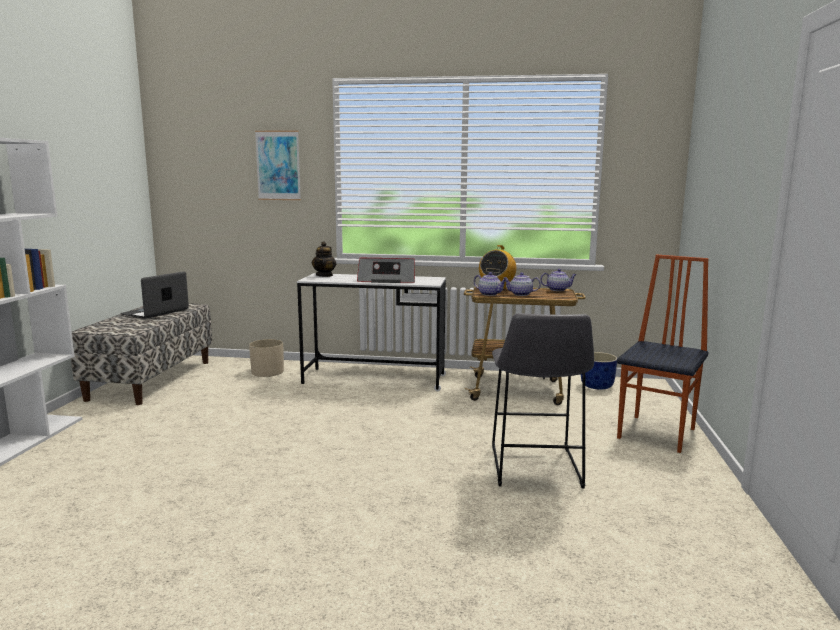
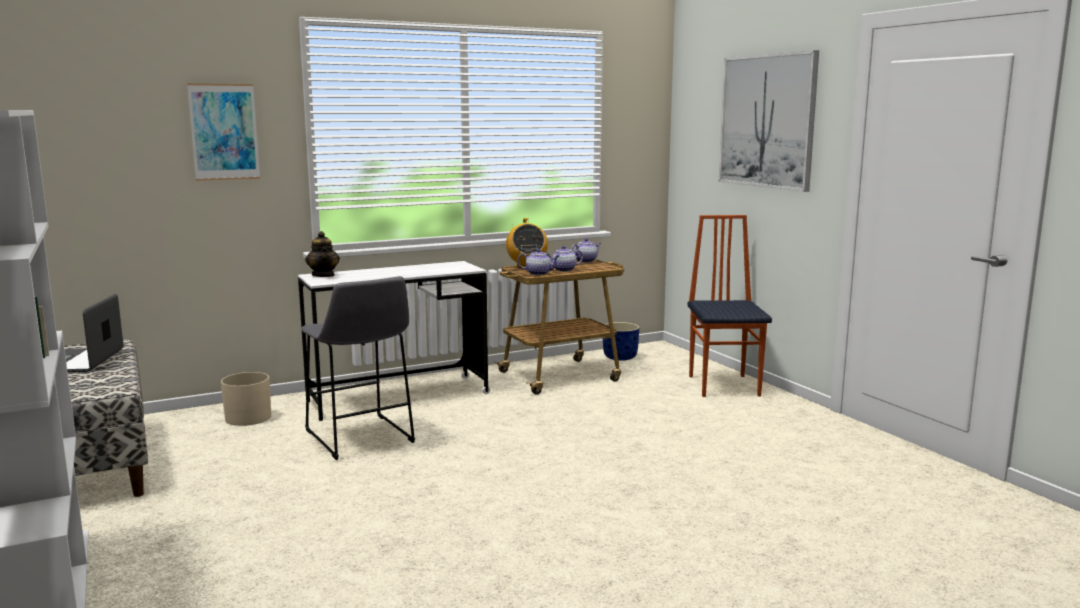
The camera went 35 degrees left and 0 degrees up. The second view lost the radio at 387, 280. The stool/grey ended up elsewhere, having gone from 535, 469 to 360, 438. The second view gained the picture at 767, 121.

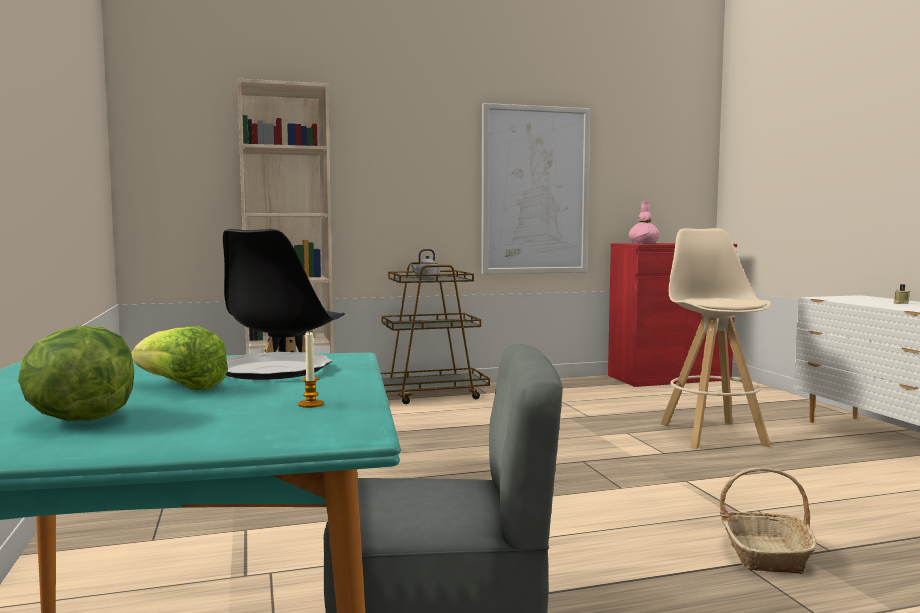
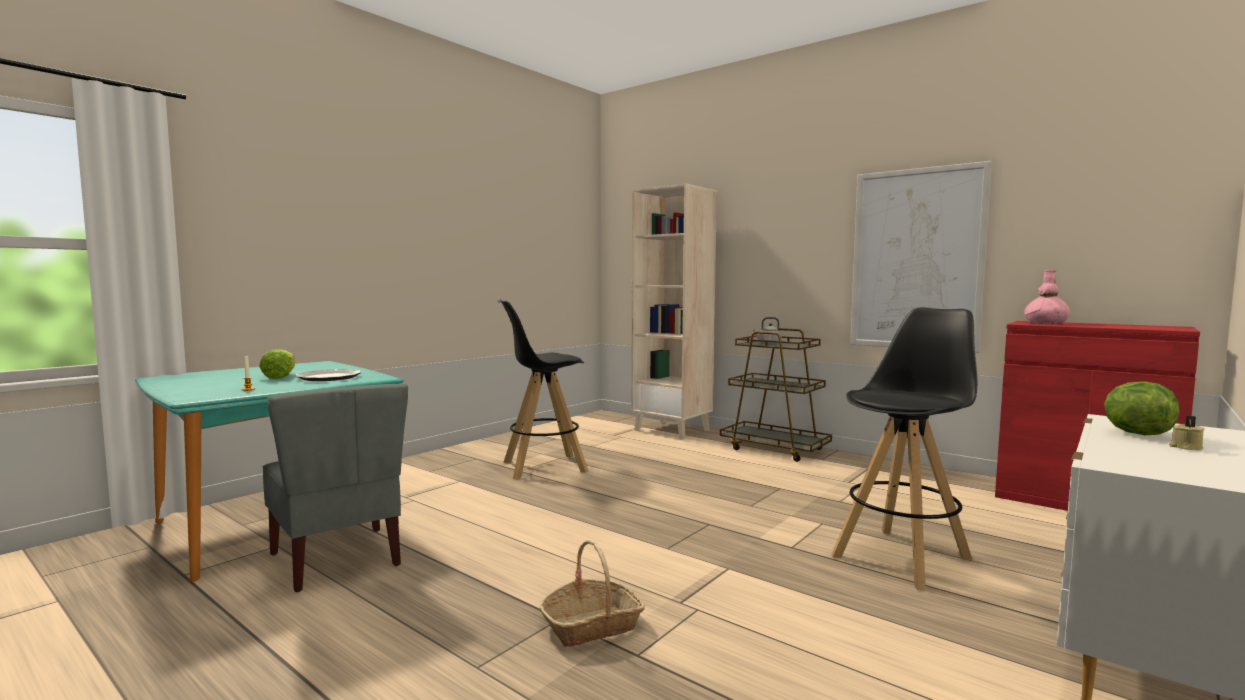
The camera went 55 degrees right and 0 degrees up. What was the stool/beige at 712, 434 turned into the stool/black at 902, 556. The lettuce ended up elsewhere, having gone from 81, 419 to 1136, 433.

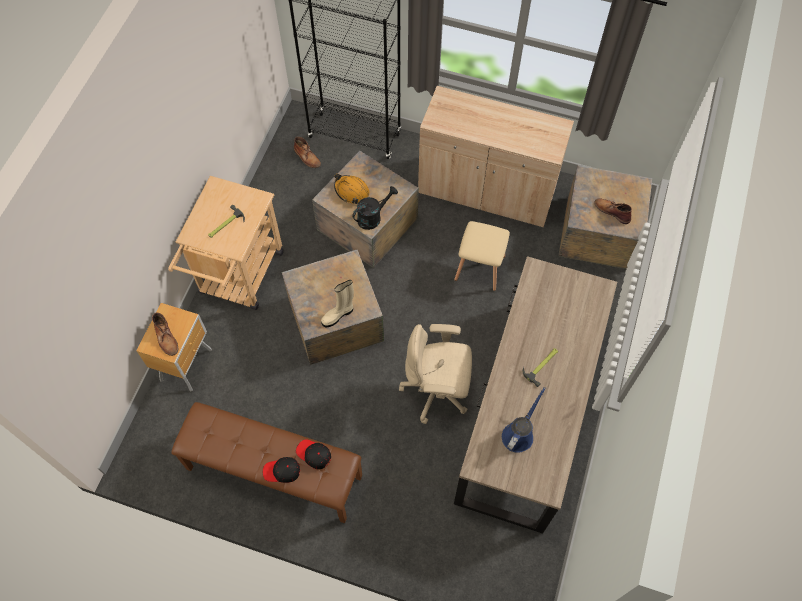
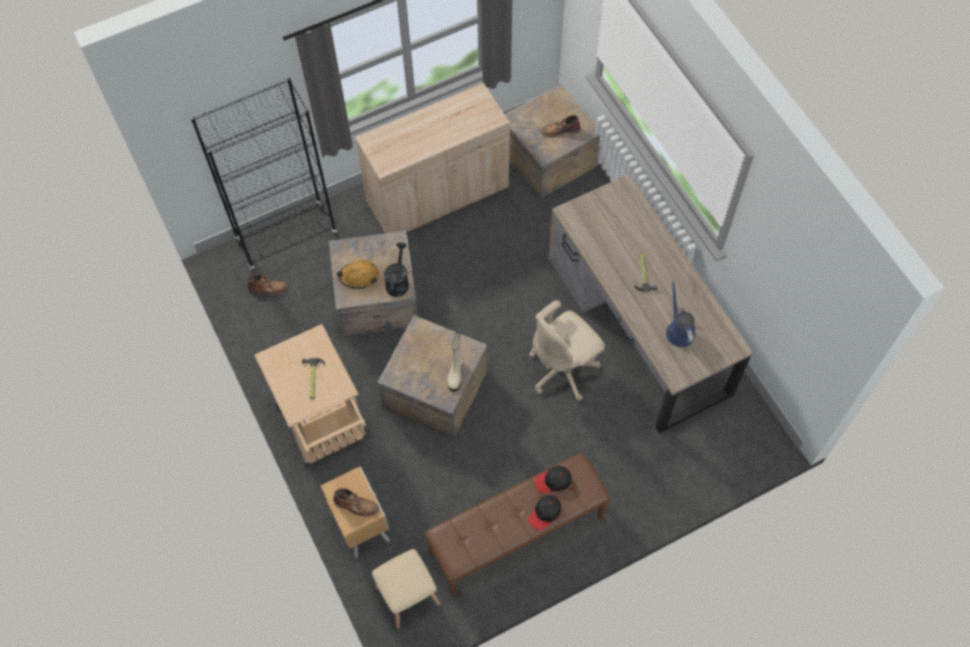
The camera went 45 degrees left and 0 degrees up. The stool/beige ended up elsewhere, having gone from 480, 268 to 408, 594.

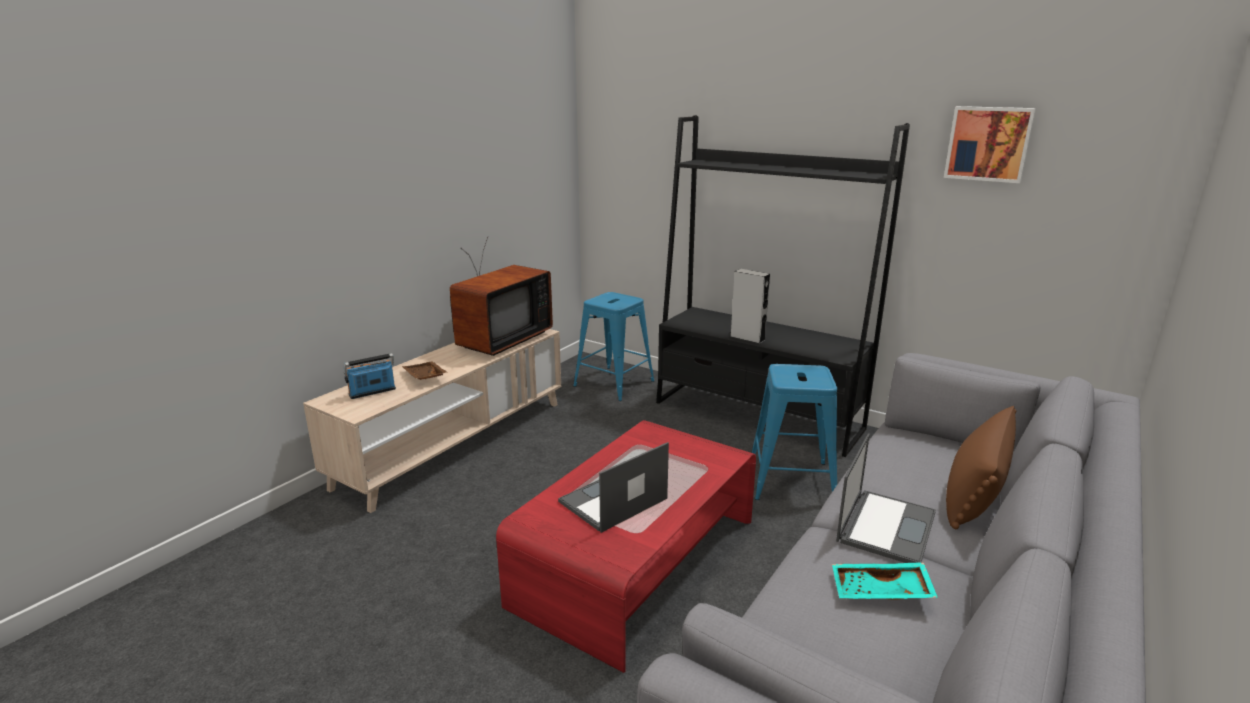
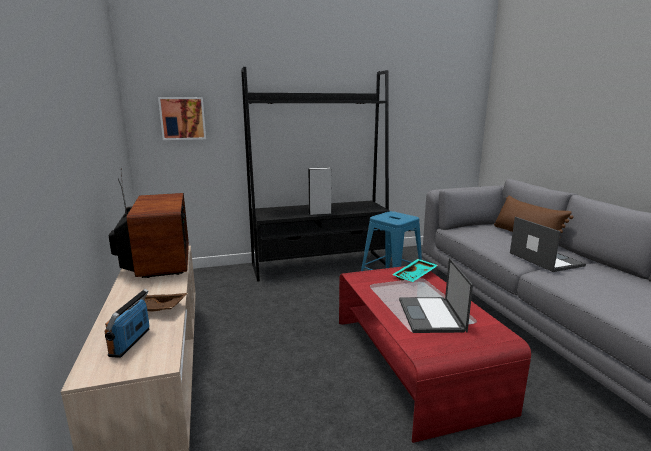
The camera went 50 degrees left and 5 degrees down. The picture ended up elsewhere, having gone from 988, 144 to 183, 118. The second view lost the stool/blue at 614, 384. The tray/turquoise ended up elsewhere, having gone from 881, 592 to 415, 276.

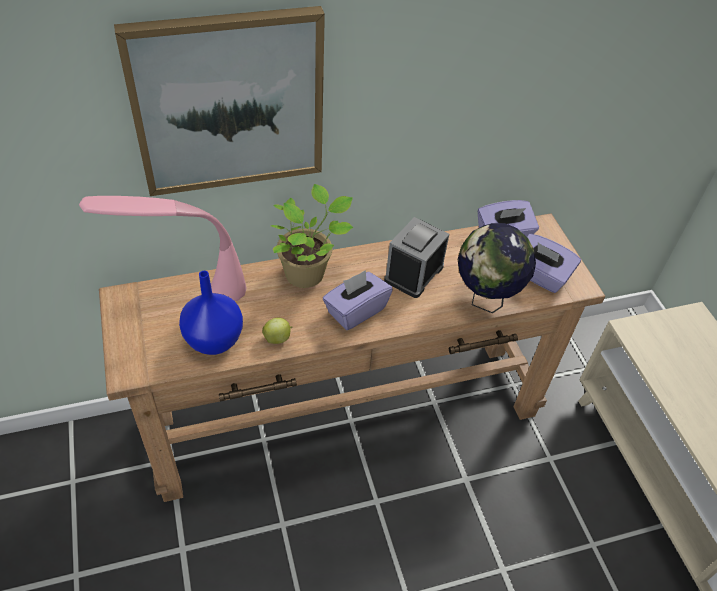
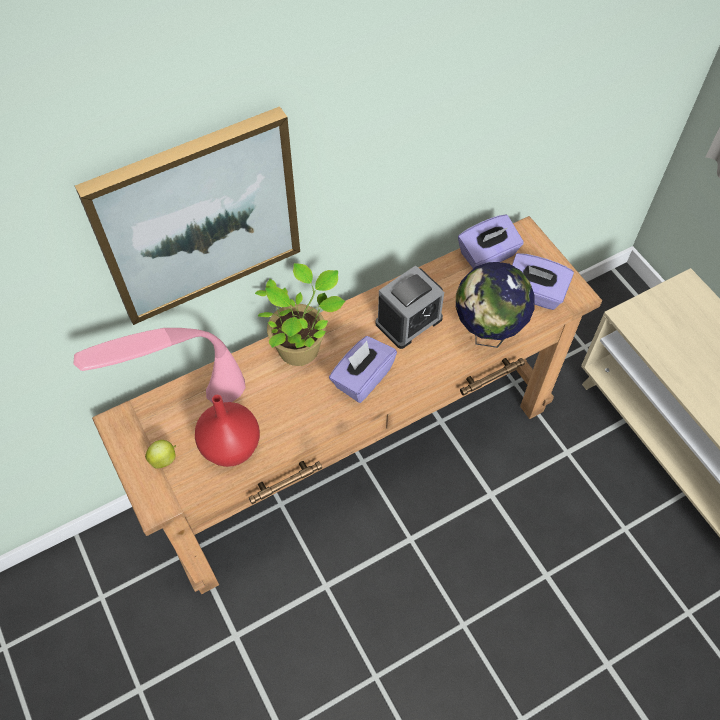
The camera went 10 degrees left and 10 degrees up. The alarm clock at 414, 273 ended up facing another way, 150 degrees counterclockwise from before. What was the vase/blue at 213, 341 turned into the vase/red at 231, 448. The apple ended up elsewhere, having gone from 278, 338 to 164, 459.

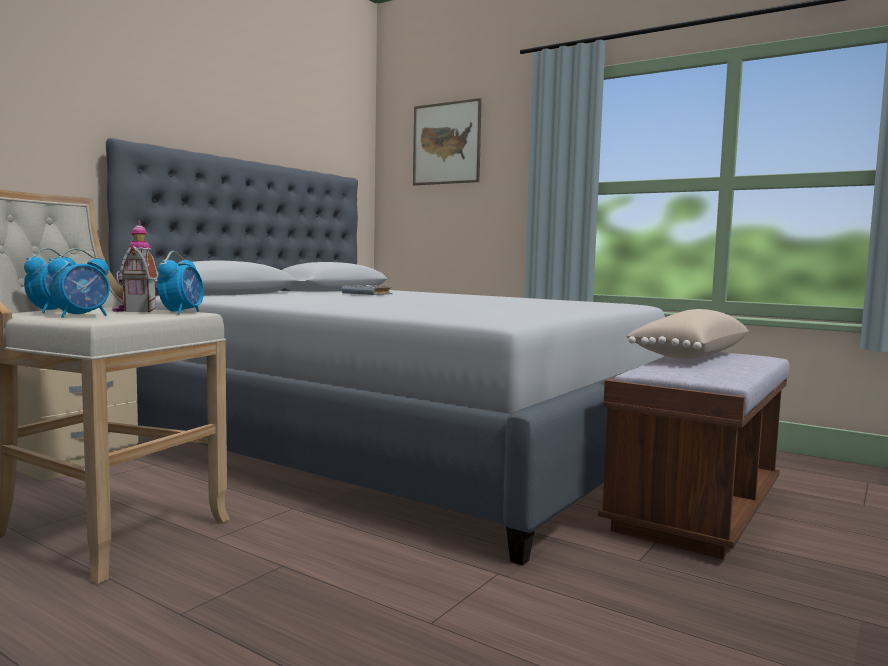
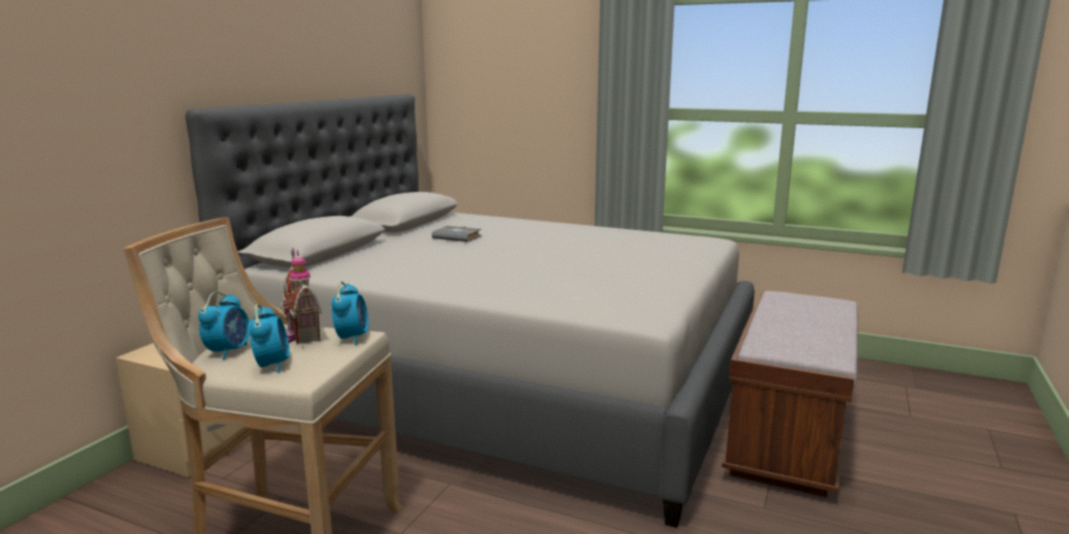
The camera went 10 degrees left and 10 degrees up. The second view lost the picture at 446, 143. The alarm clock at 82, 316 ended up facing another way, 45 degrees counterclockwise from before. The second view lost the pillow/beige at 687, 356.

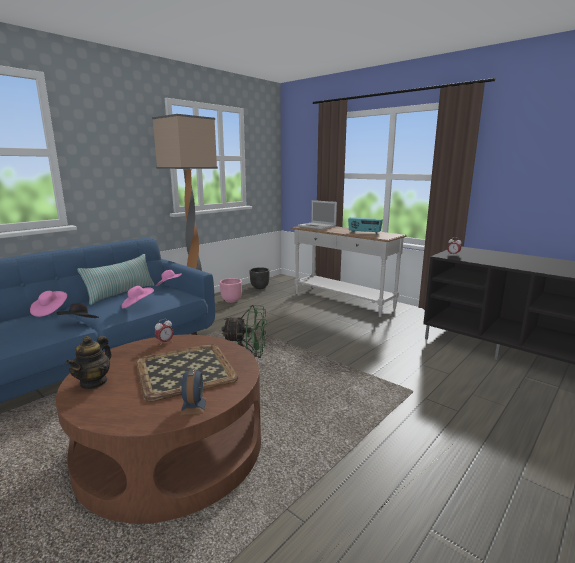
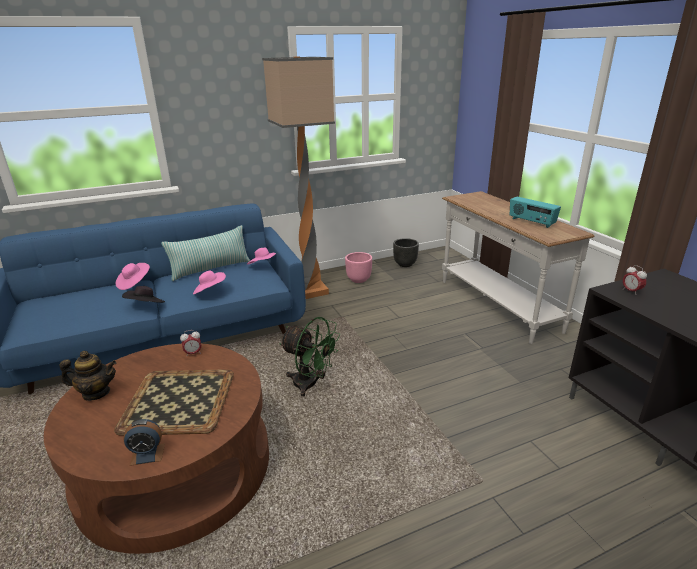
The camera went 25 degrees right and 10 degrees up. The second view lost the laptop at 317, 226. The teapot at 94, 382 ended up facing another way, 135 degrees counterclockwise from before. The alarm clock at 194, 406 ended up facing another way, 60 degrees clockwise from before.

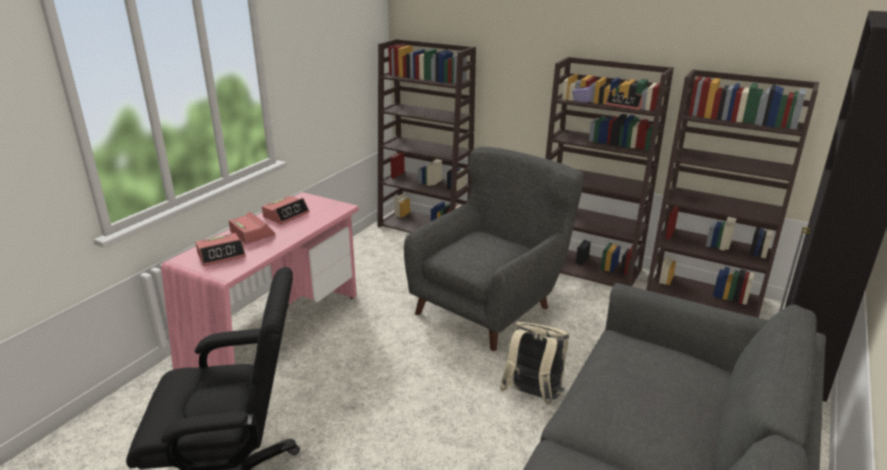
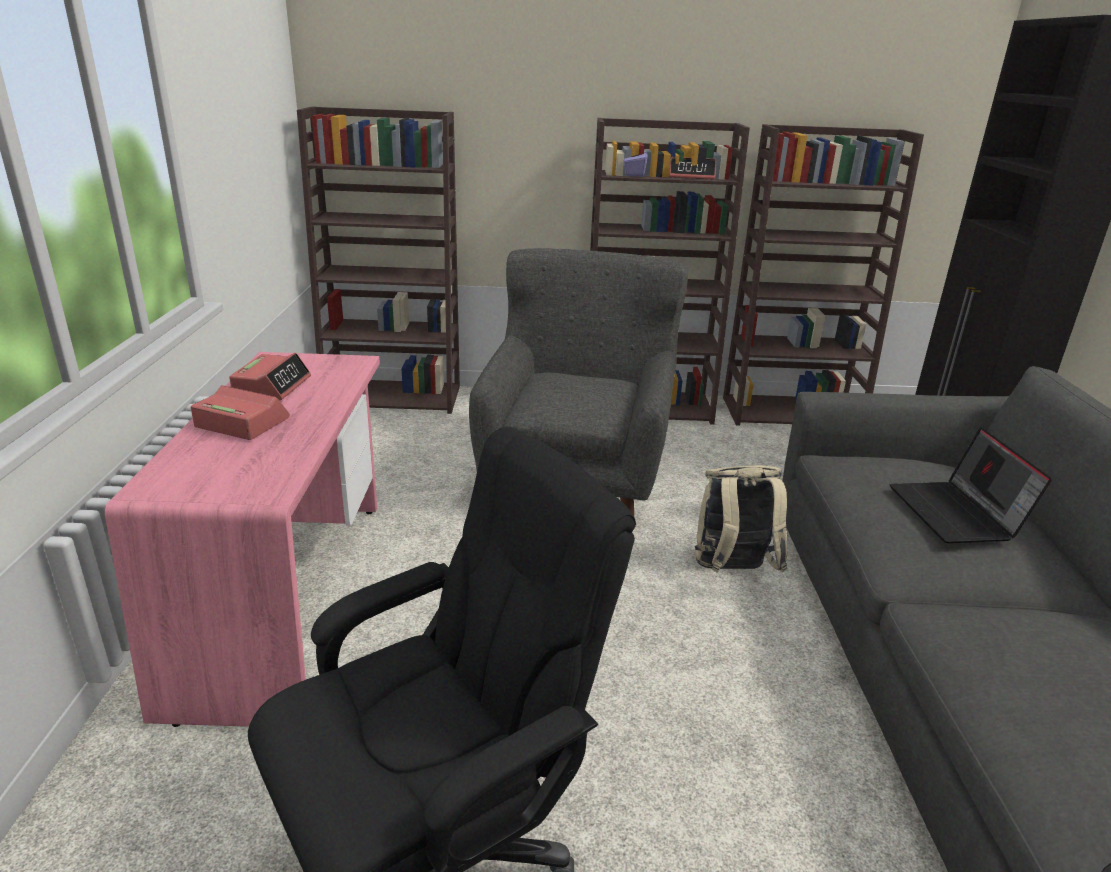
The camera went 30 degrees left and 0 degrees up. The second view lost the alarm clock at 221, 255. The second view gained the laptop at 957, 514.

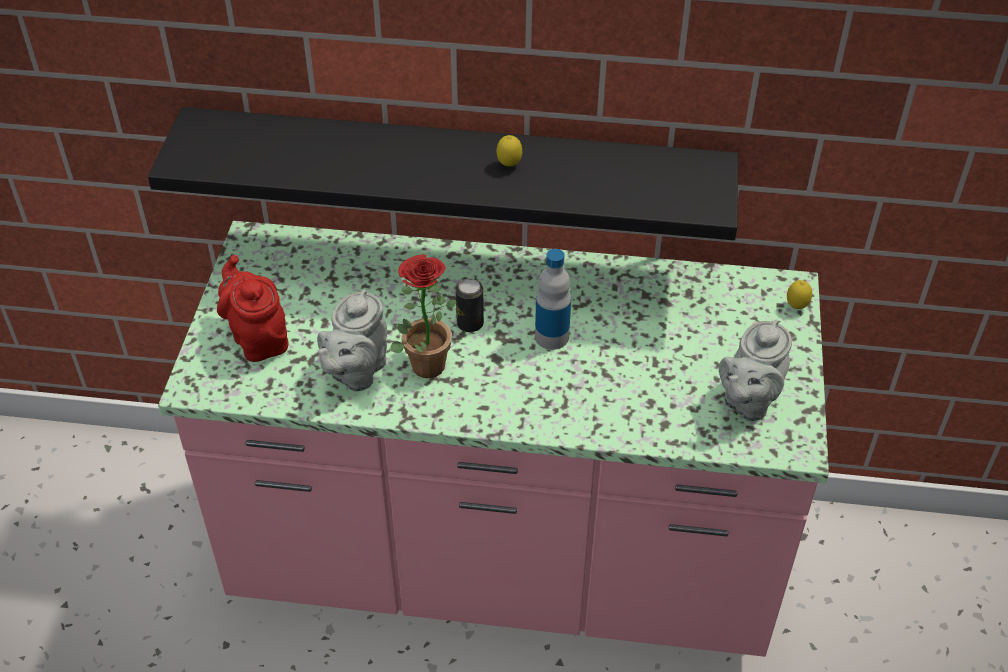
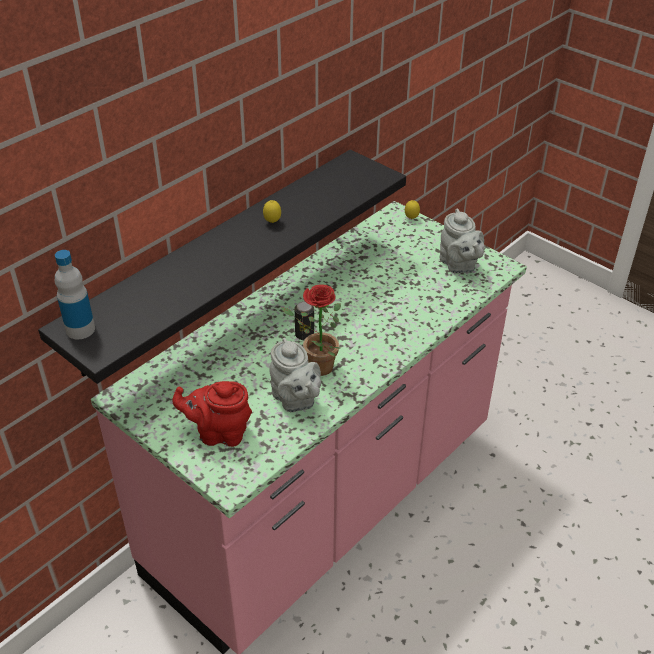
The camera went 55 degrees left and 5 degrees down. The bottle ended up elsewhere, having gone from 551, 337 to 80, 329.

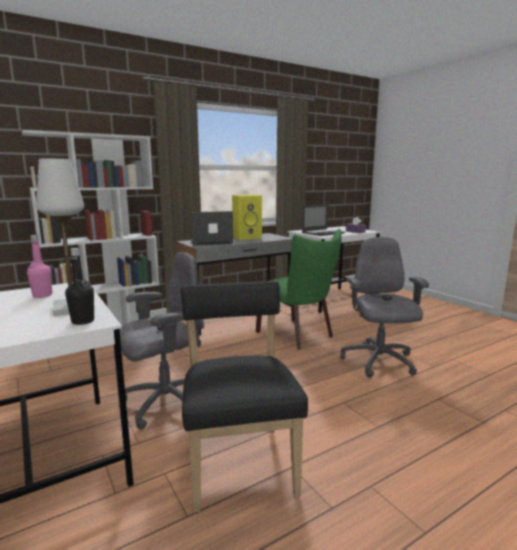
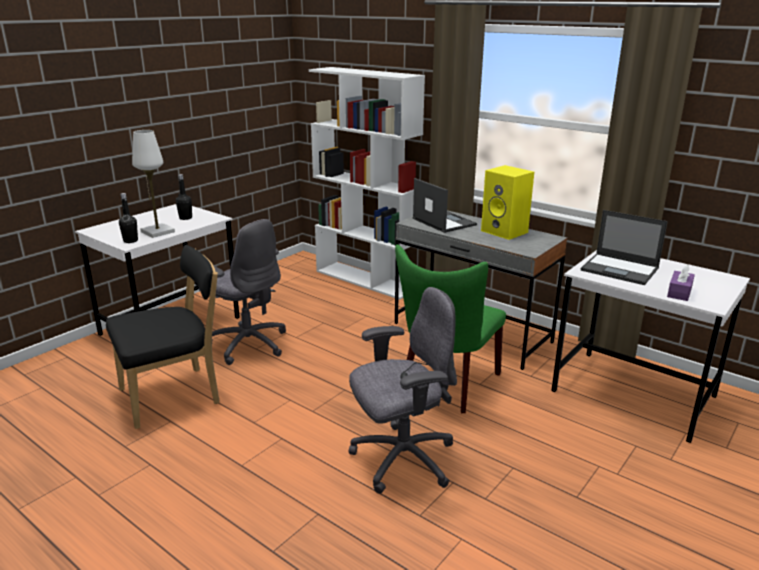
The camera went 70 degrees right and 10 degrees up. What was the bottle/pink at 42, 295 turned into the bottle/black at 185, 218.

